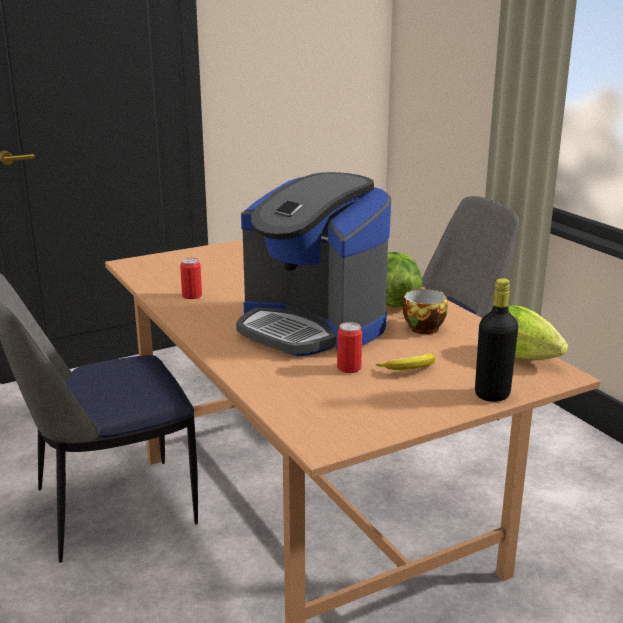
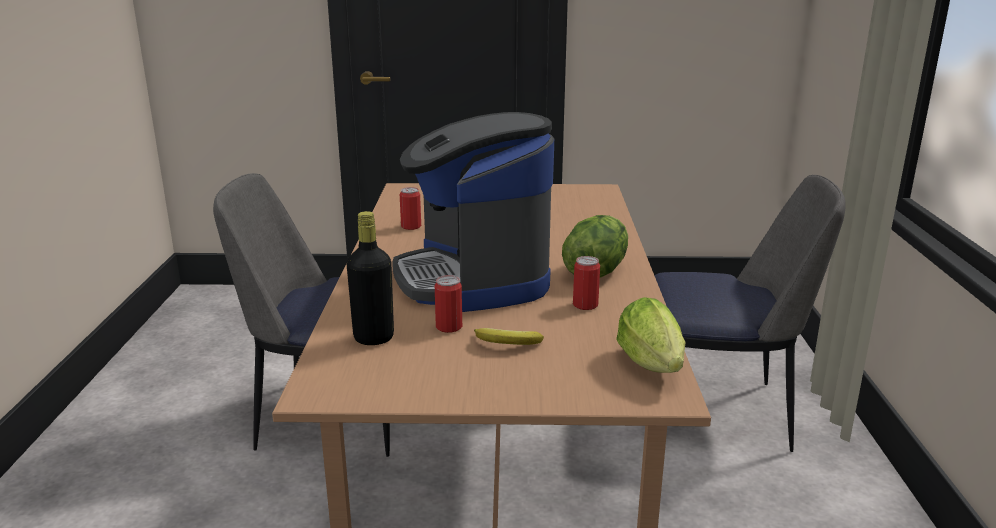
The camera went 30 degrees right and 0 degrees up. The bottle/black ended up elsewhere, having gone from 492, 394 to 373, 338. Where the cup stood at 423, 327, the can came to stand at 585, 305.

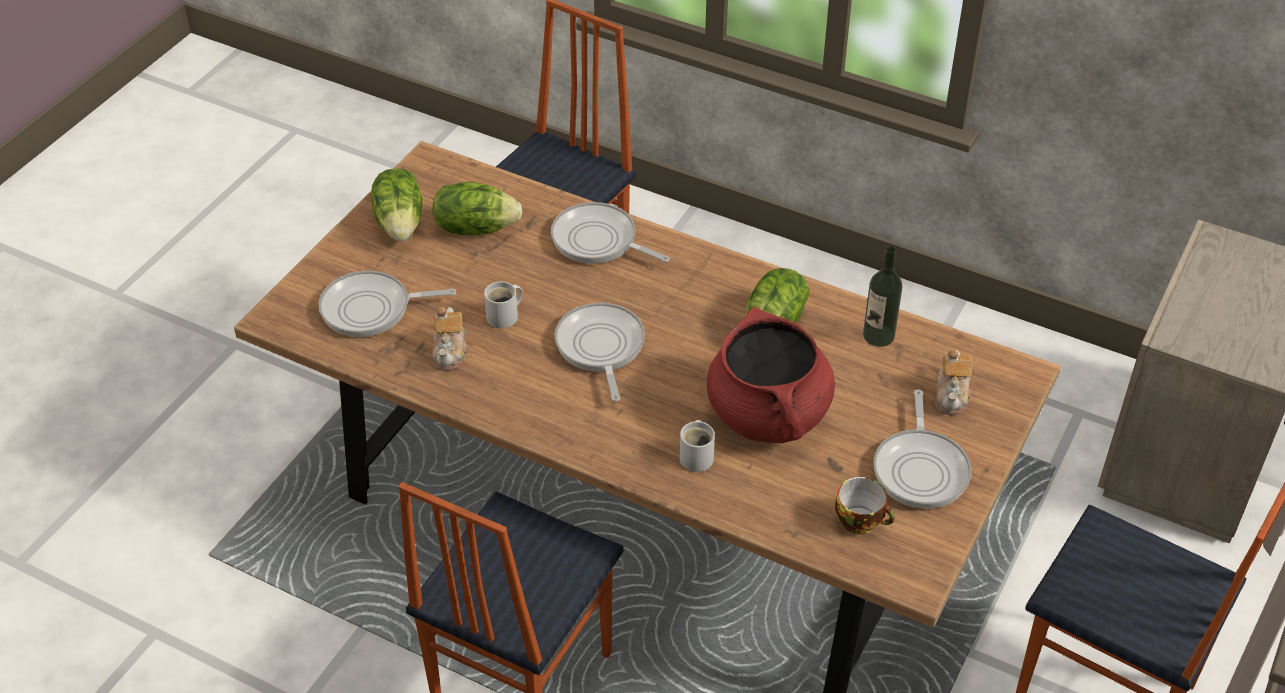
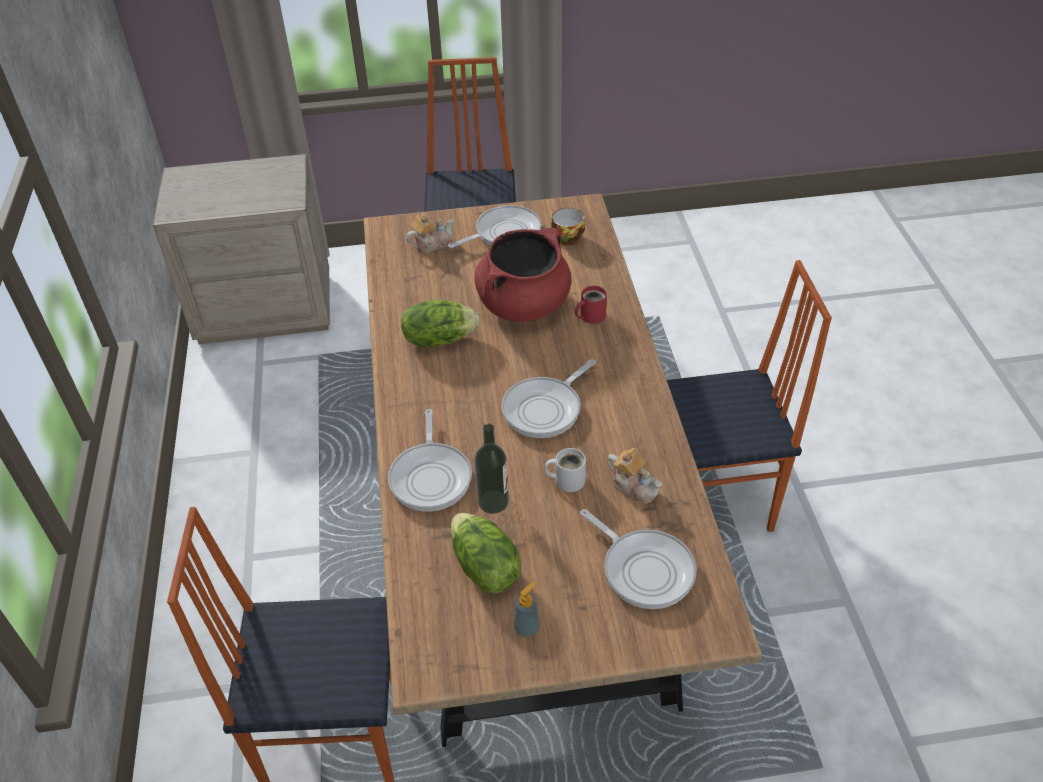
The camera went 125 degrees left and 0 degrees up. Where the lettuce stood at 401, 223, the soap dispenser came to stand at 526, 628. The bottle ended up elsewhere, having gone from 878, 335 to 493, 502. The teapot at 450, 352 ended up facing another way, 75 degrees clockwise from before. What was the mug/white at 698, 456 turned into the mug/red at 590, 316.

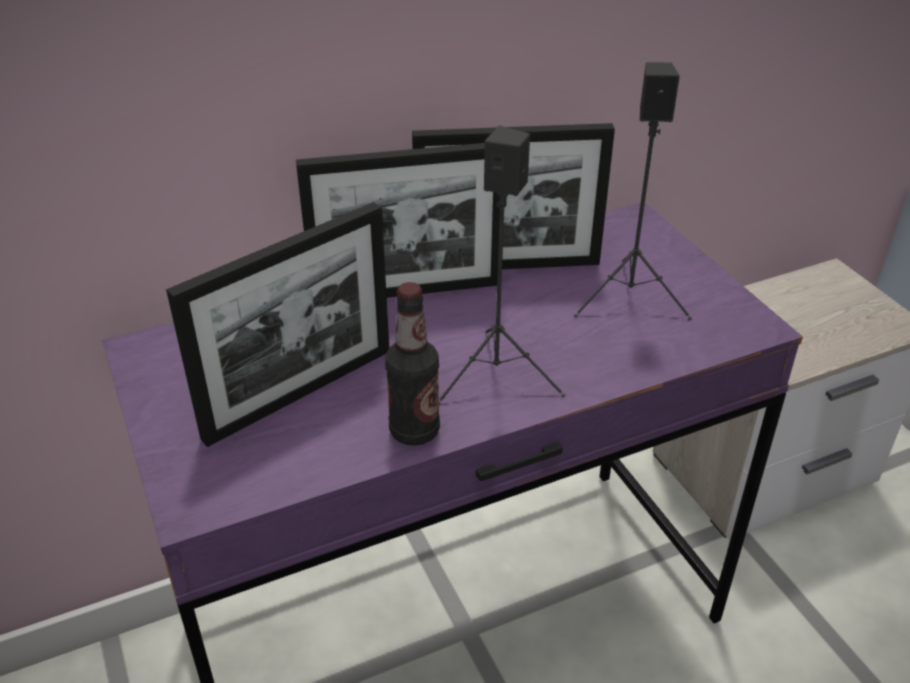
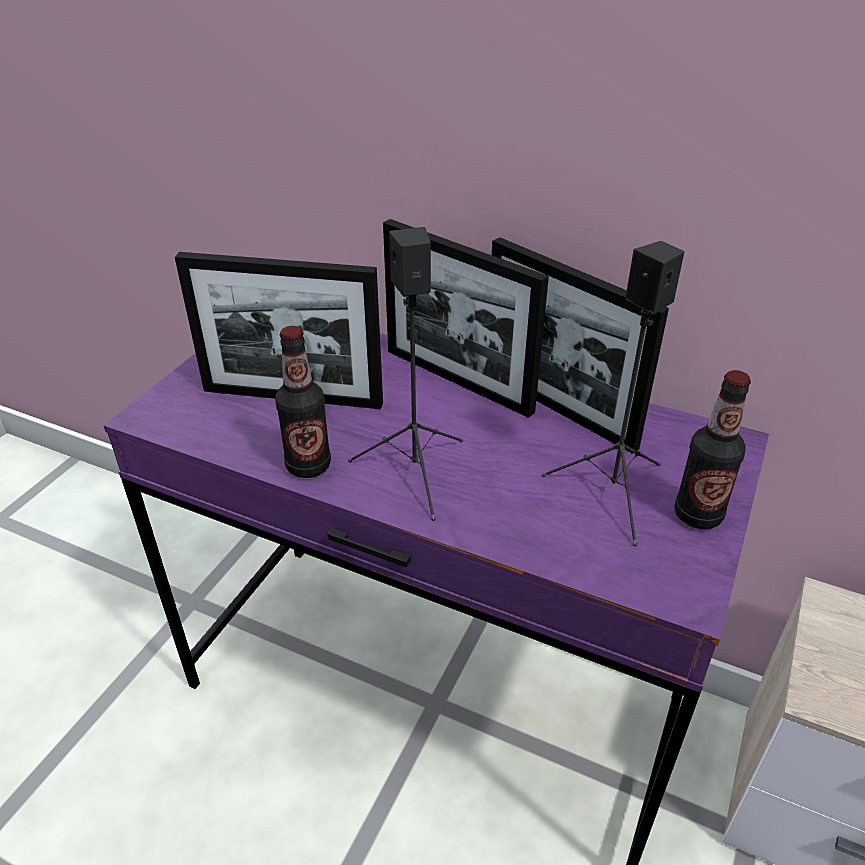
The camera went 50 degrees right and 0 degrees up. The second view gained the bottle at 697, 515.

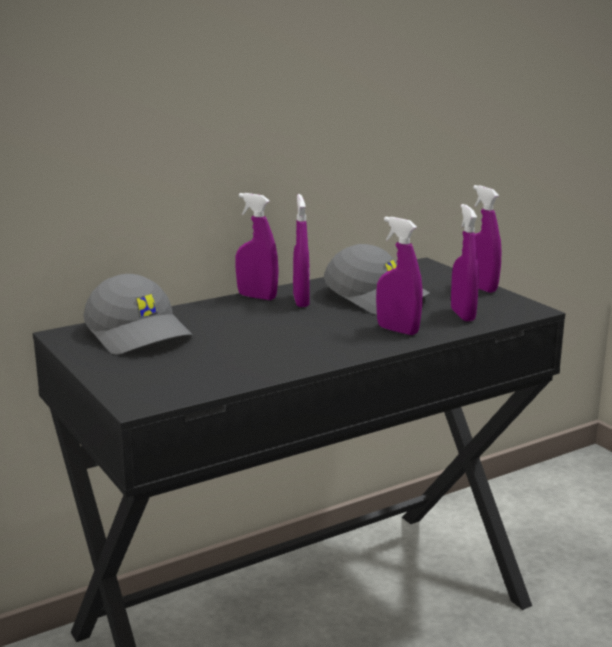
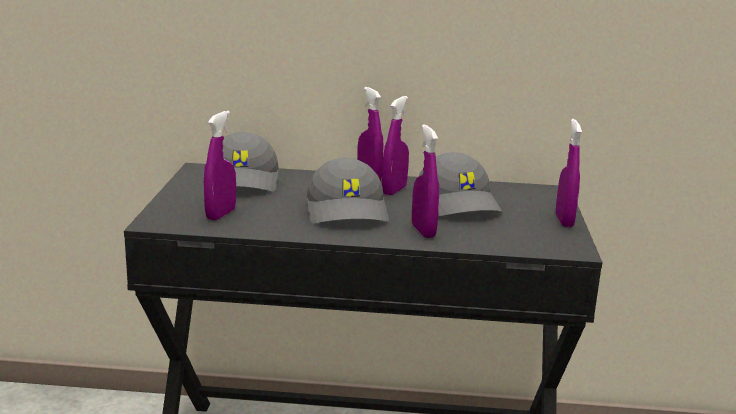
The camera went 35 degrees right and 0 degrees up. The spray bottle/purple ended up elsewhere, having gone from 462, 315 to 220, 215. The second view gained the cap/grey at 348, 211.

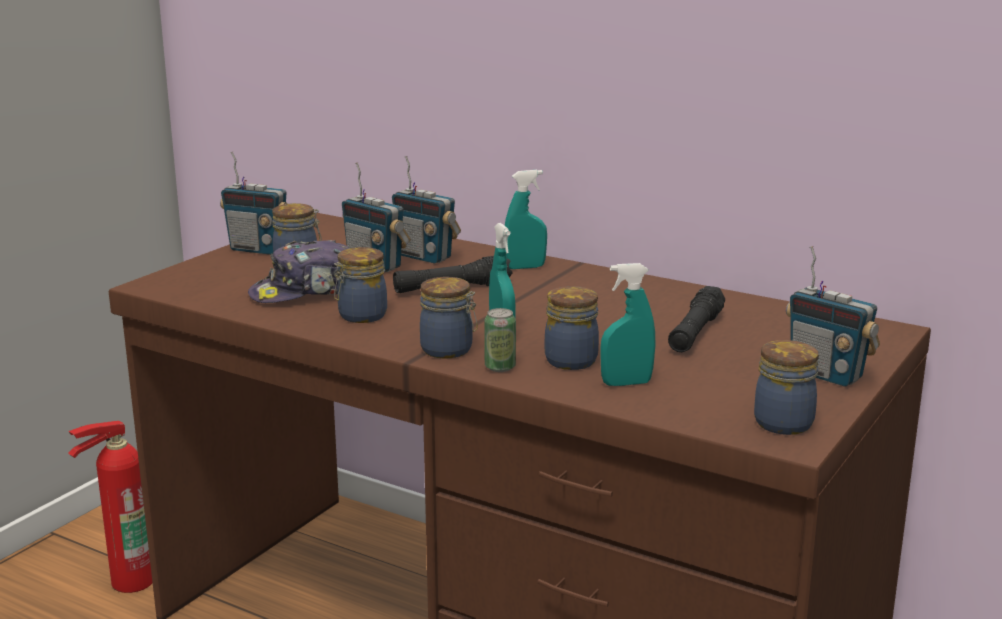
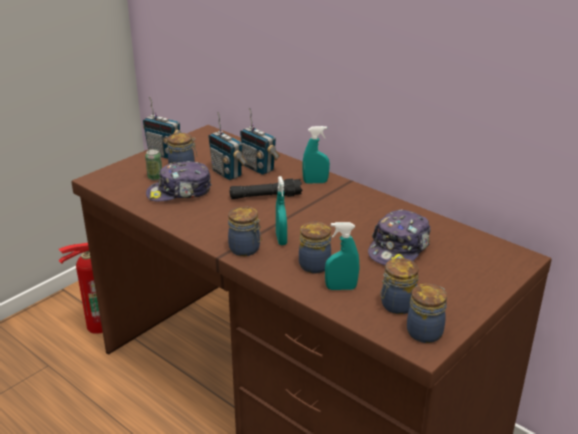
The camera went 10 degrees right and 10 degrees up. The second view lost the radio at 826, 374. The jar ended up elsewhere, having gone from 360, 316 to 396, 305. Where the flashlight/black stood at 695, 332, the cap came to stand at 399, 248. The can ended up elsewhere, having gone from 500, 367 to 155, 177.

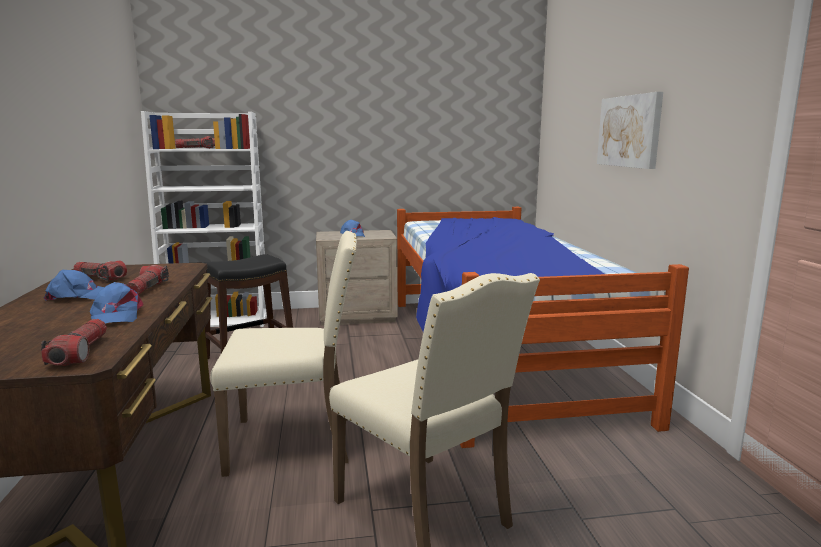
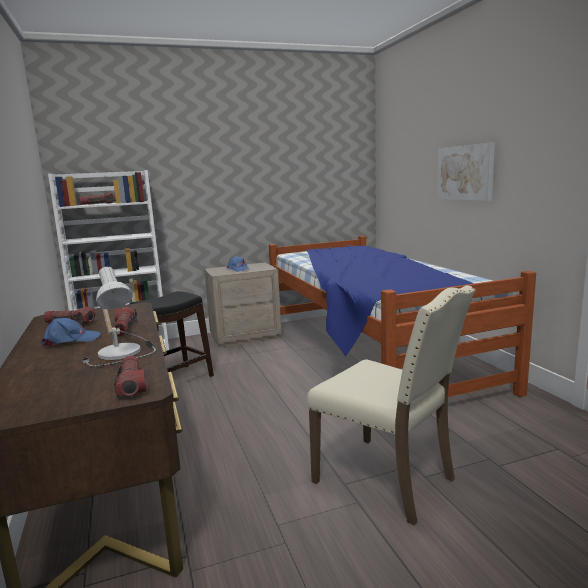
The camera went 10 degrees left and 0 degrees up. The second view lost the chair/beige at 294, 442. Where the cap/blue stood at 116, 315, the table lamp came to stand at 124, 352.

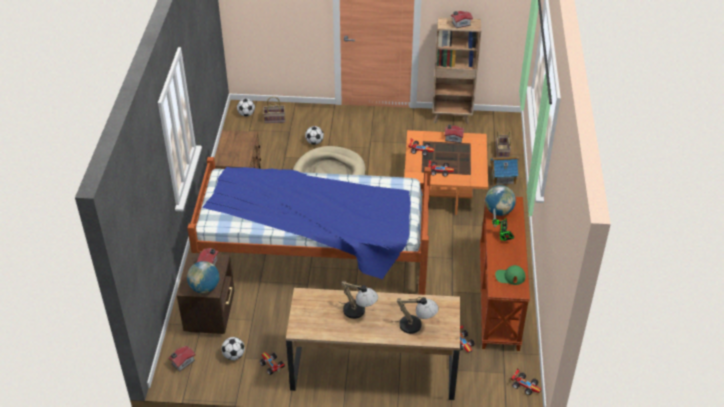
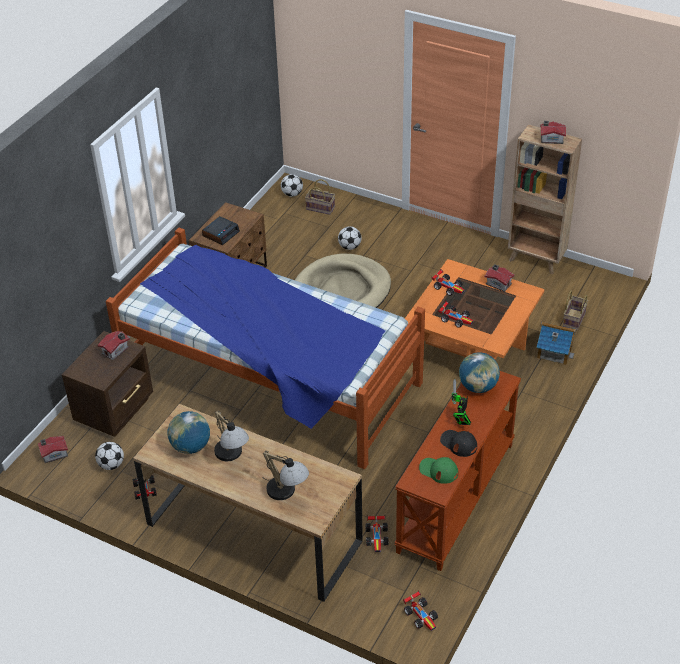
The camera went 25 degrees right and 0 degrees up. The globe ended up elsewhere, having gone from 204, 288 to 190, 446. The second view gained the alarm clock at 221, 233. The second view gained the cap/black at 458, 443.

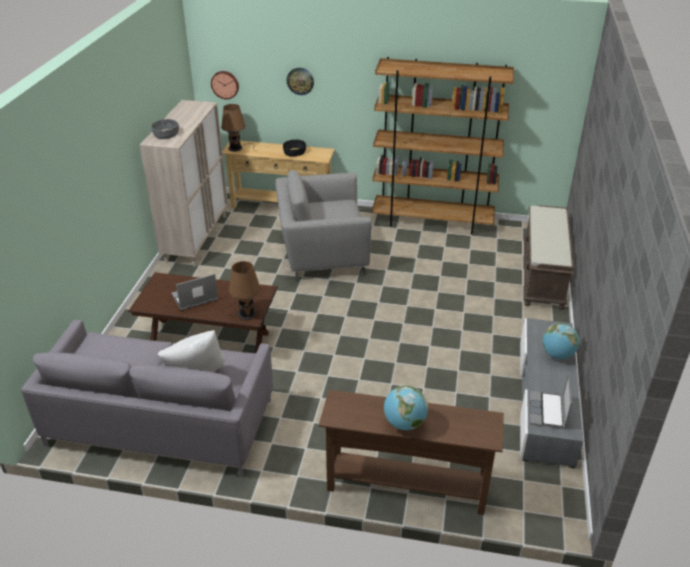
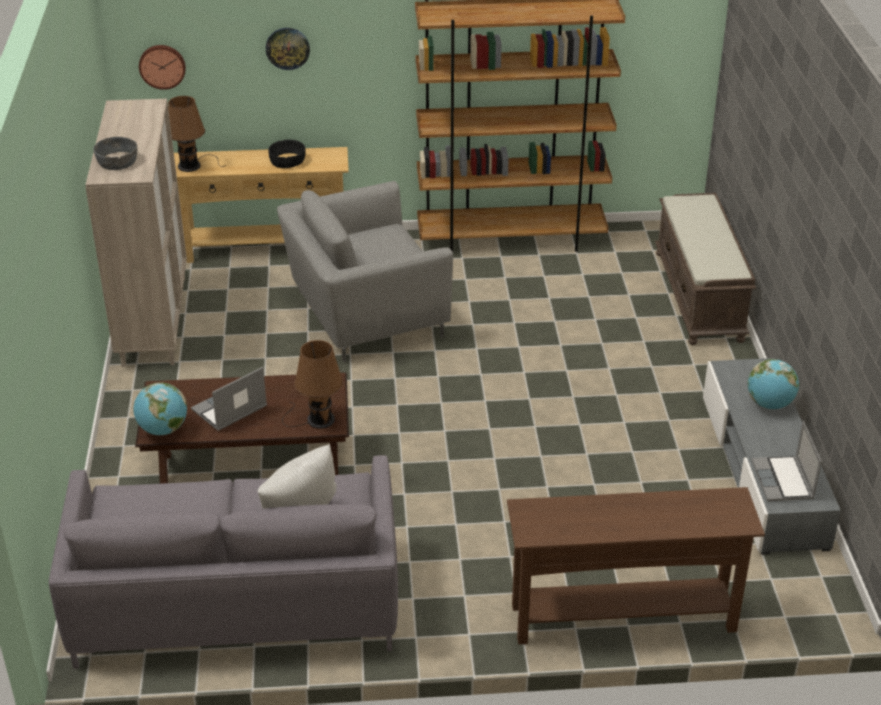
The camera went 15 degrees left and 0 degrees up. The globe ended up elsewhere, having gone from 404, 423 to 163, 430.

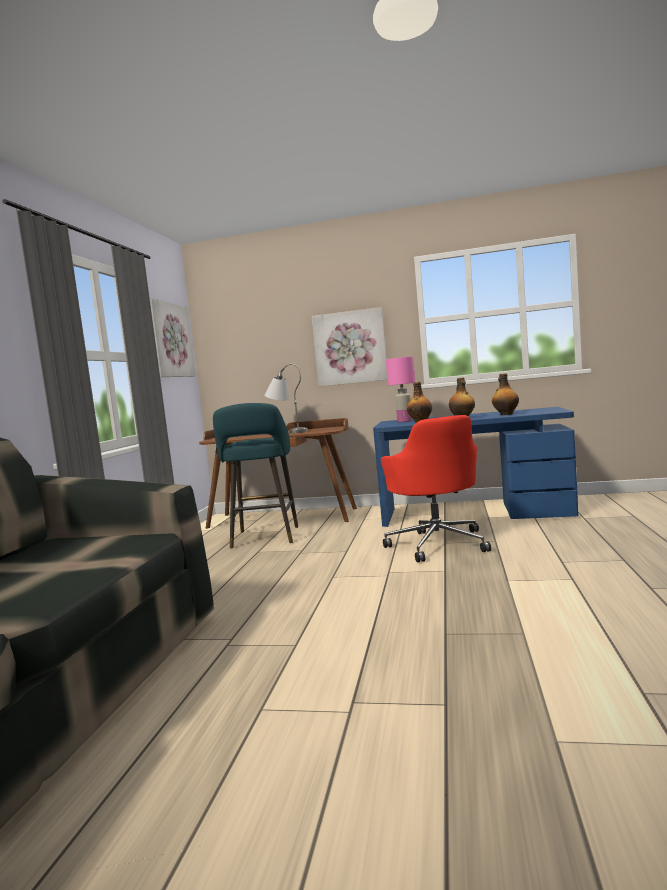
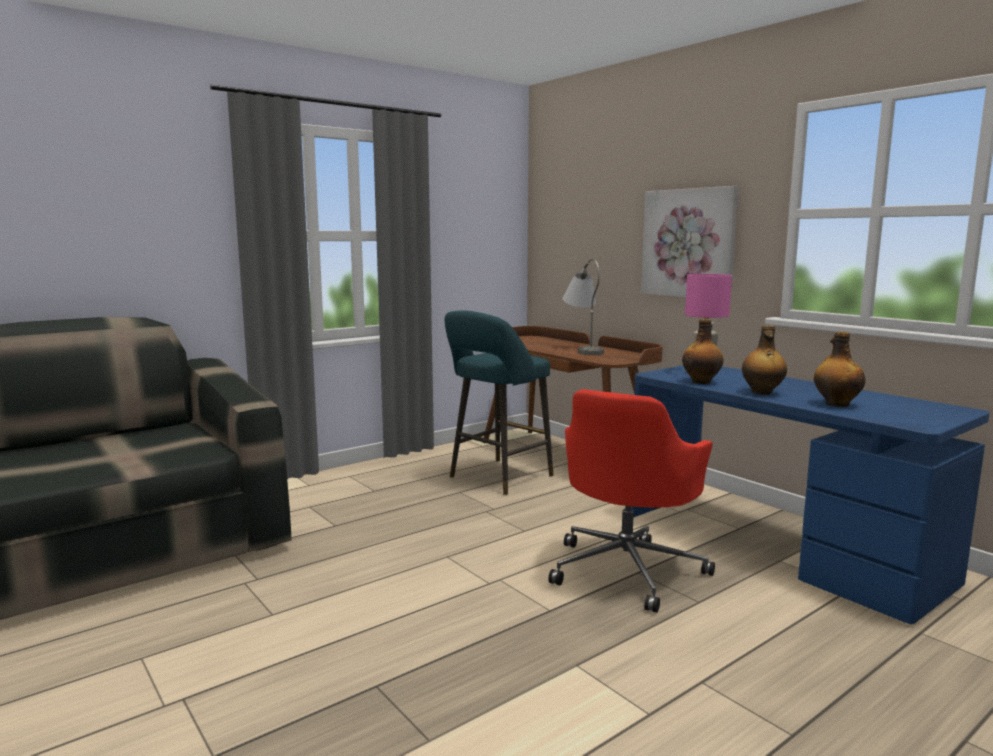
The camera went 40 degrees right and 5 degrees up. The second view lost the picture at 170, 340.

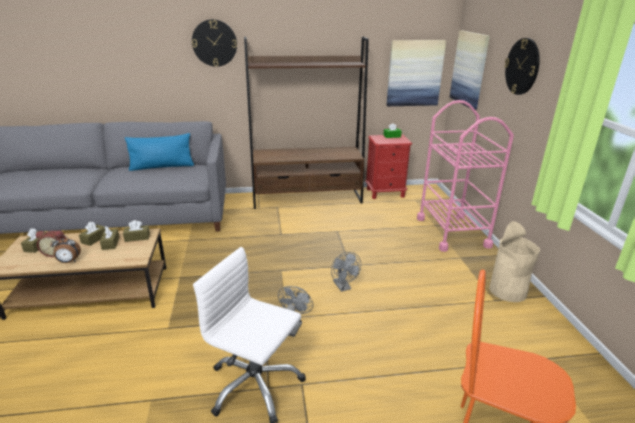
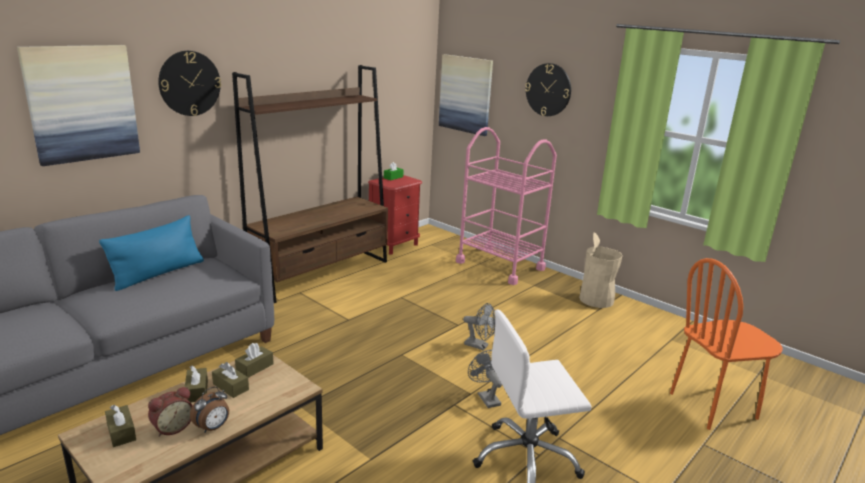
The camera went 40 degrees left and 5 degrees down. The picture ended up elsewhere, having gone from 414, 73 to 82, 103.

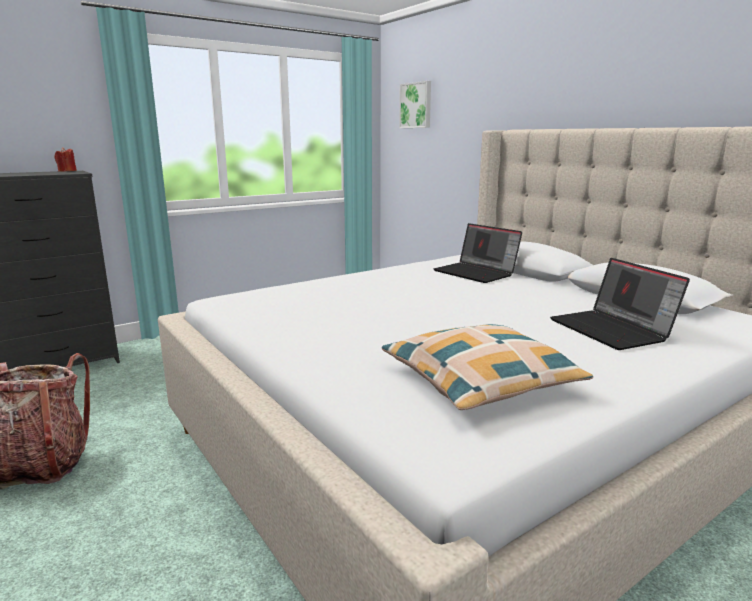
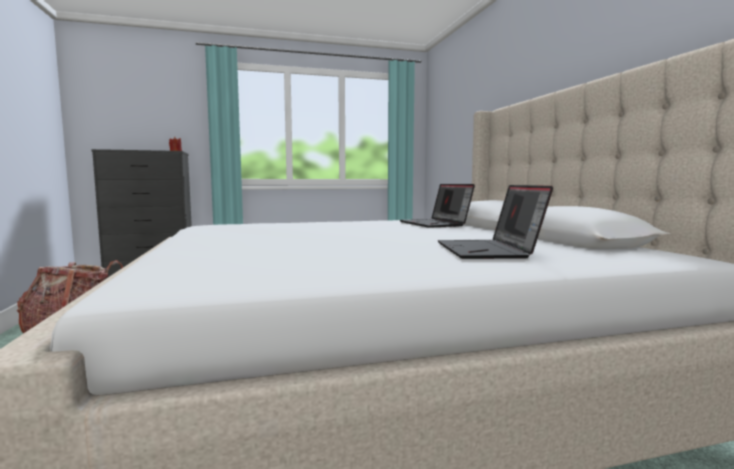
The camera went 20 degrees right and 10 degrees down. The second view lost the picture at 416, 105. The second view lost the pillow at 479, 381.

